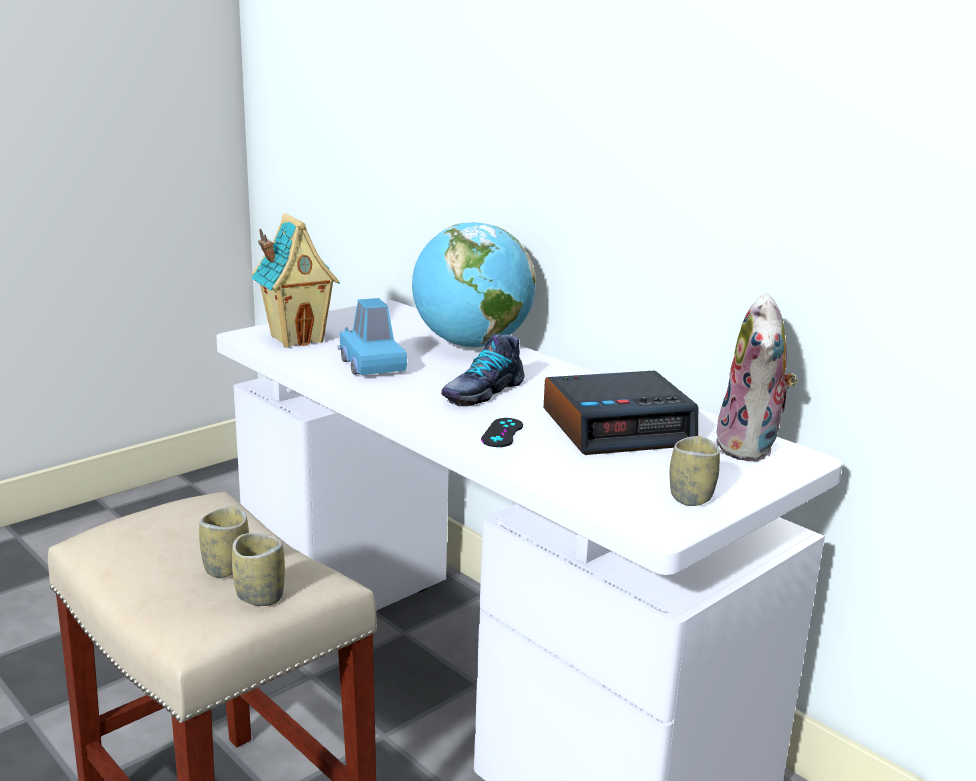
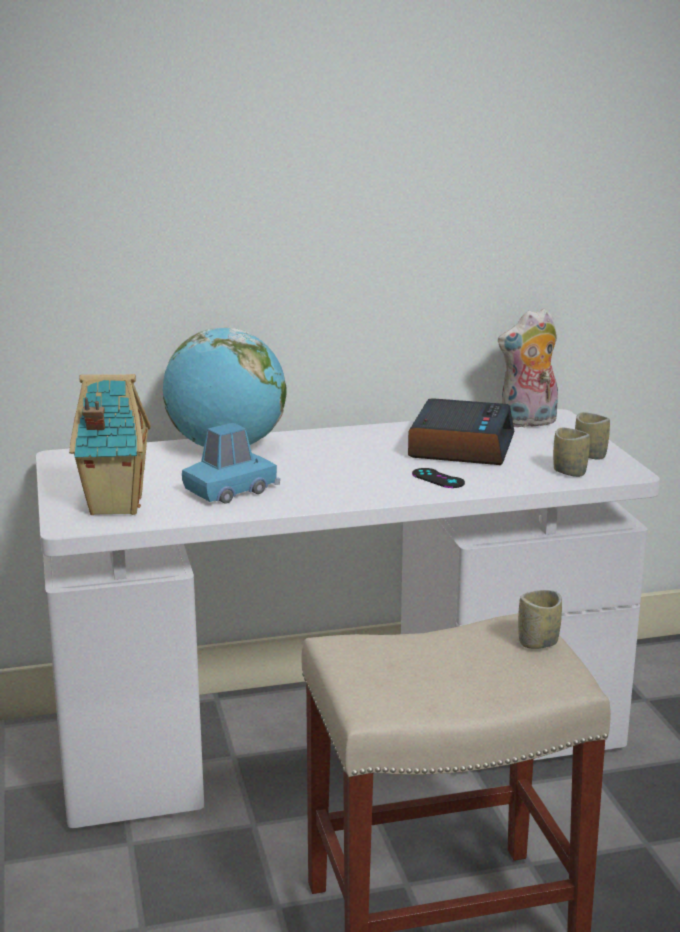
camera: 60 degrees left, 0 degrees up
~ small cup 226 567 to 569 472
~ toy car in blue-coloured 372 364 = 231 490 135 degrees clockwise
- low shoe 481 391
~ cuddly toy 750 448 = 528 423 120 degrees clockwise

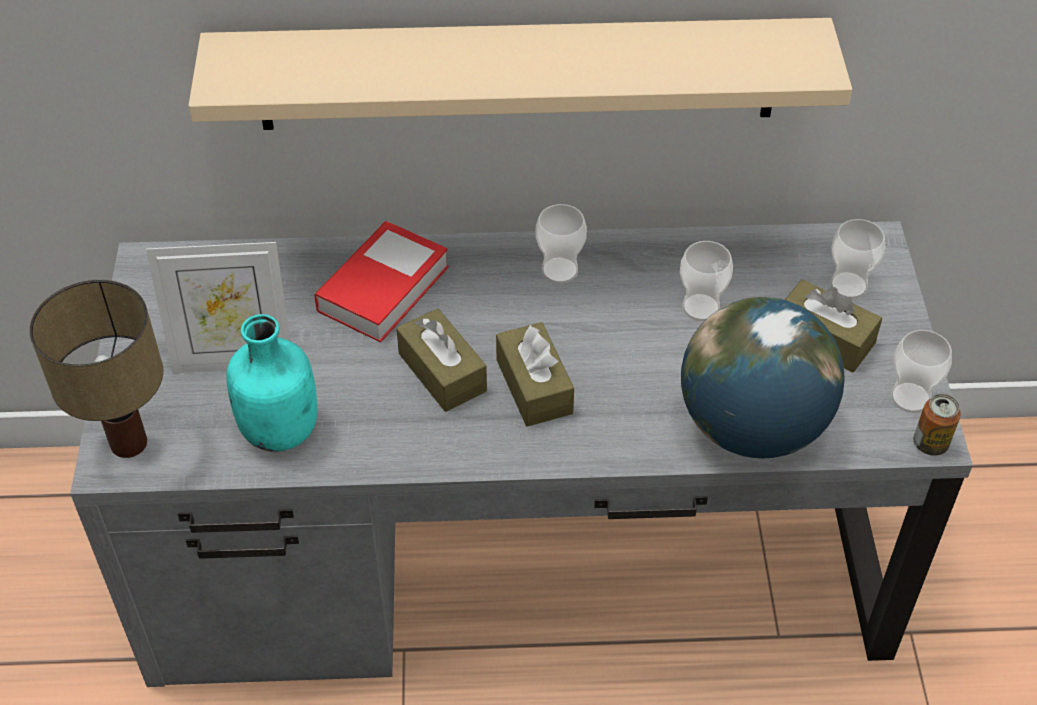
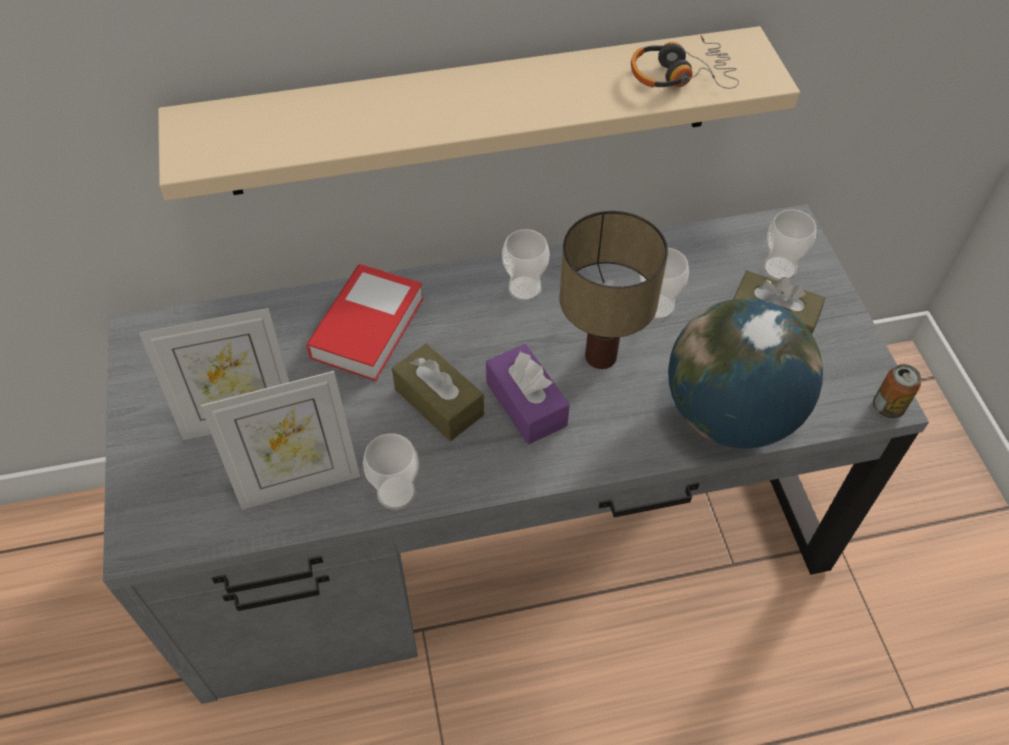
camera: 10 degrees left, 5 degrees up
~ tabletop lamp 131 444 to 602 356
~ beverage bottle in turquoise 281 429 to photo frame 299 482
~ tissue holder in brownish 534 386 to tissue holder in purple 526 404
~ small cup 910 398 to 396 492
+ pair of headphones 680 75

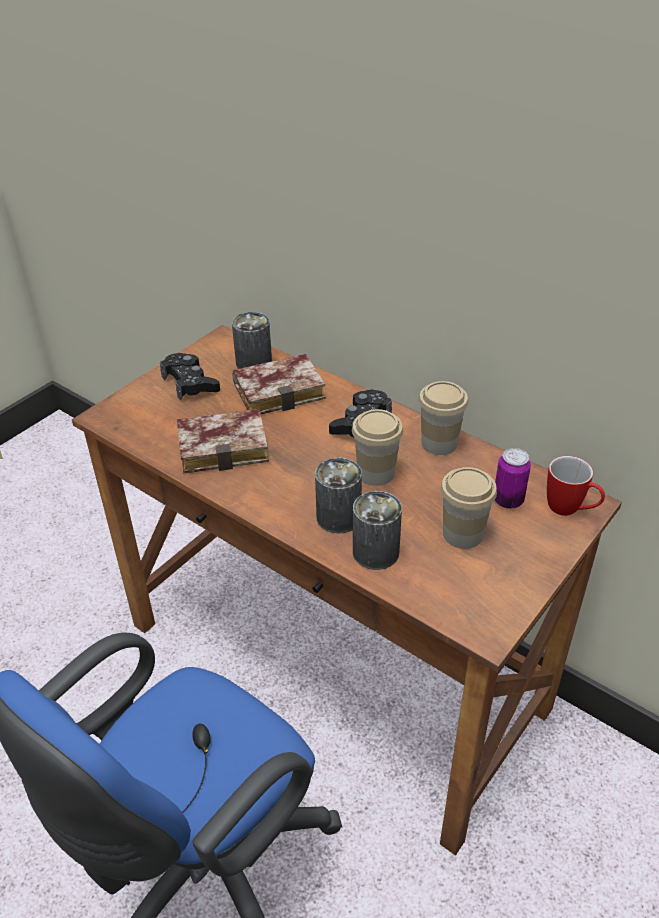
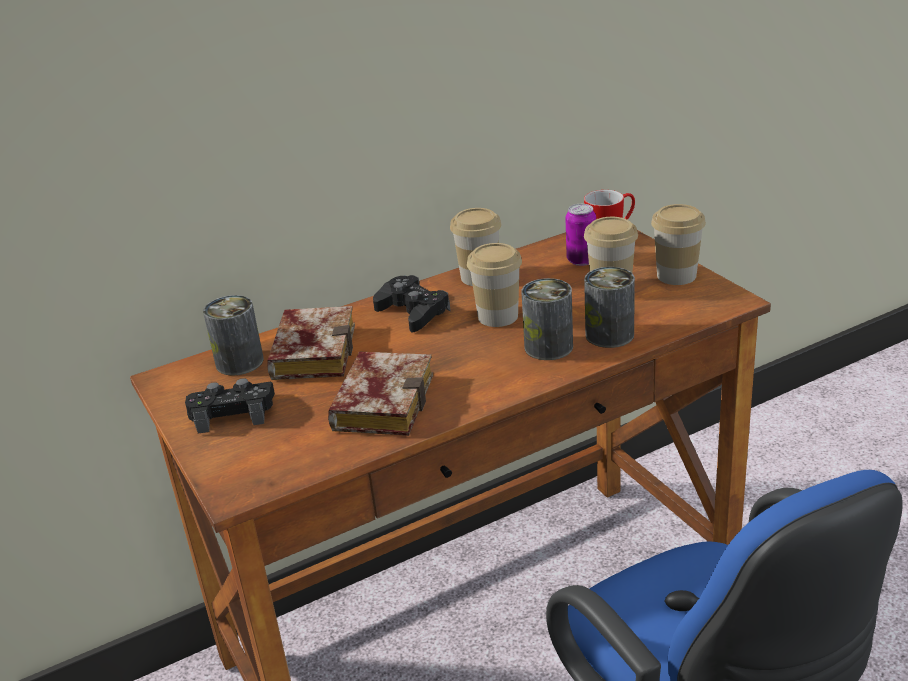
camera: 65 degrees left, 10 degrees down
+ small cup 676 275

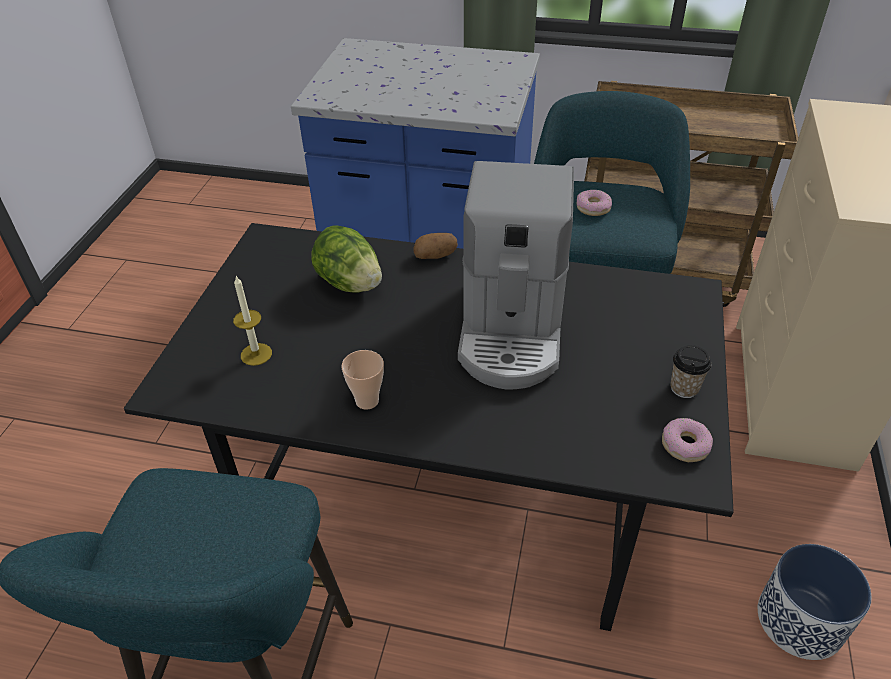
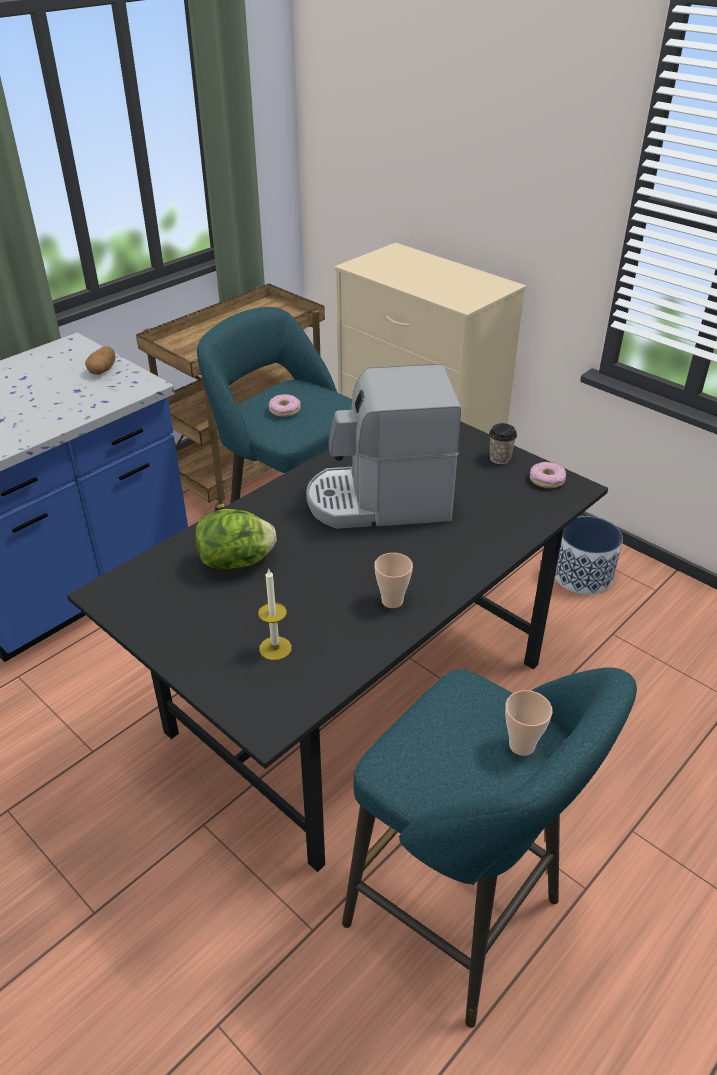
camera: 60 degrees left, 5 degrees down
~ potato 435 255 to 103 370
~ coffee maker 512 330 = 380 502 135 degrees clockwise
+ small cup 521 745

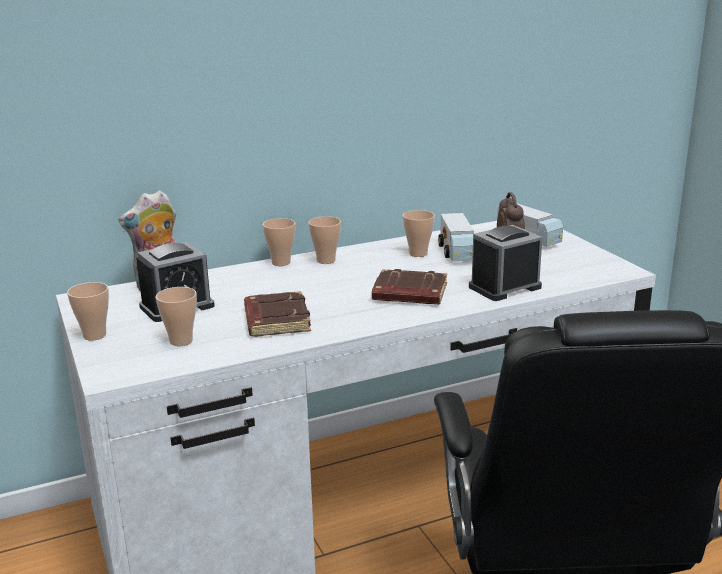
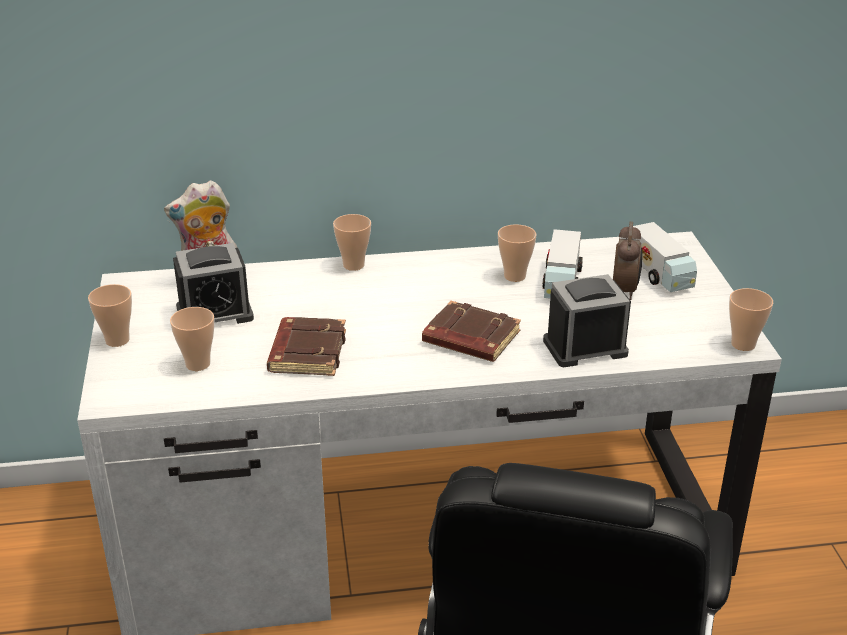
camera: 15 degrees right, 10 degrees up
~ small cup 326 260 to 743 344

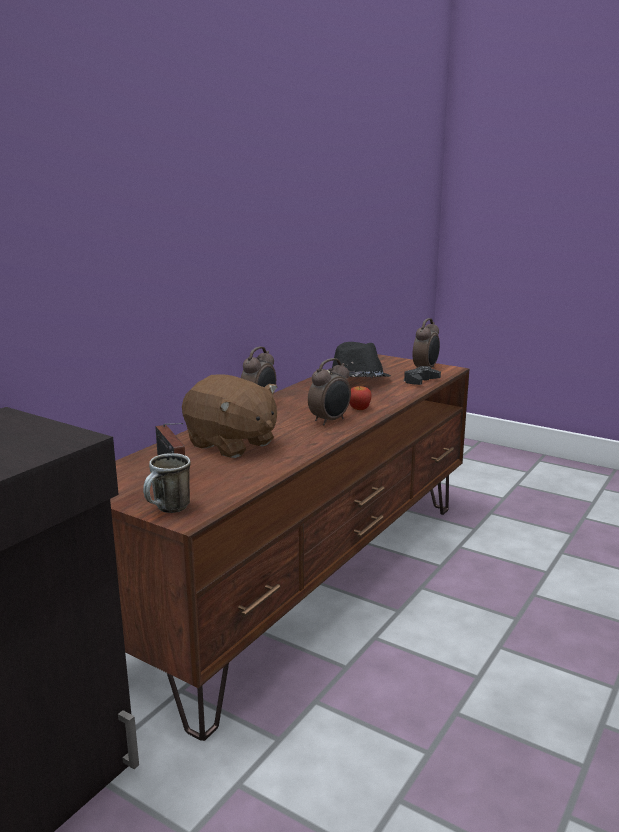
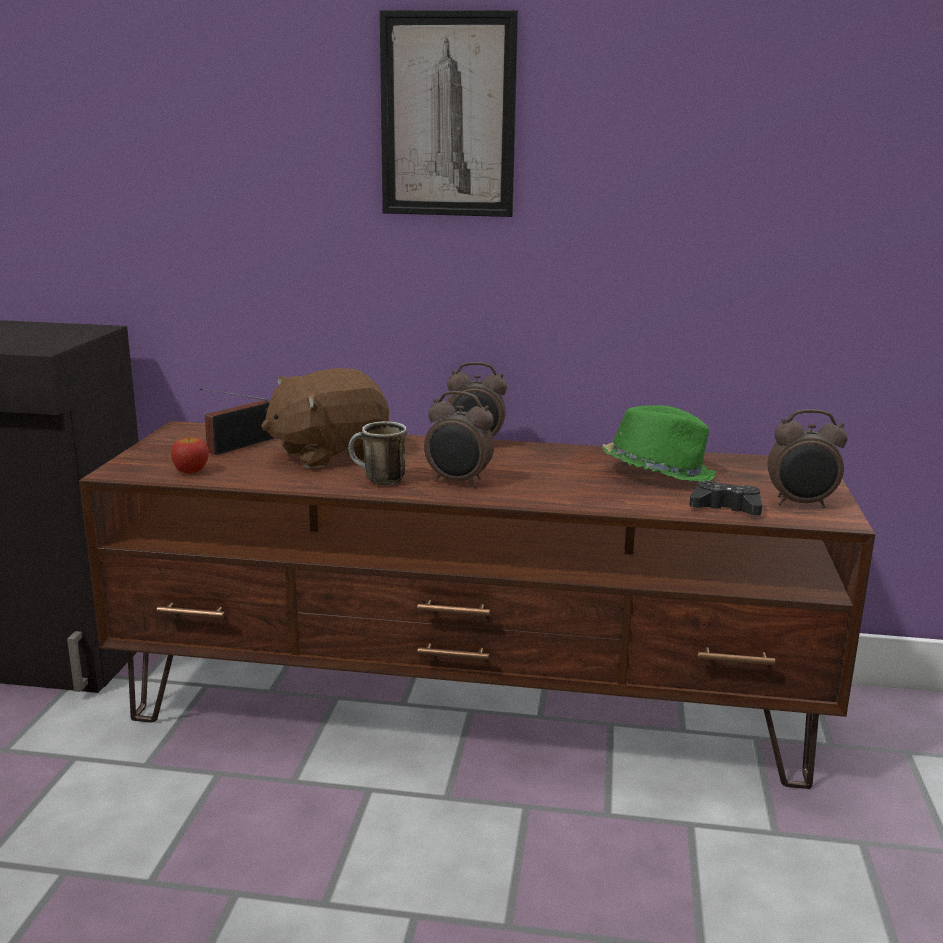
camera: 65 degrees right, 0 degrees up
~ coffee mug 169 510 to 377 480
~ cuddly toy in brownish 231 444 = 328 454 45 degrees clockwise
~ wearable hat in black-coloured 357 381 to wearable hat in green-coloured 657 472
~ apple fruit 359 408 to 191 471
+ wall art 448 115

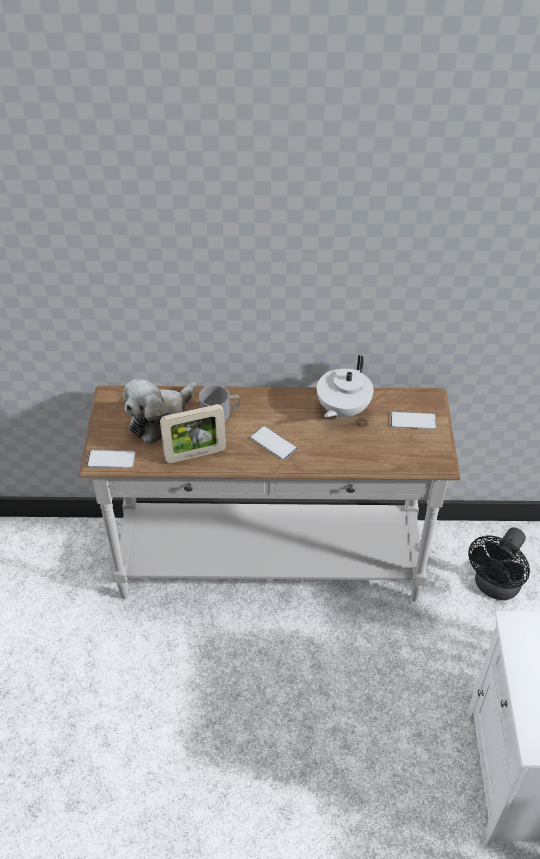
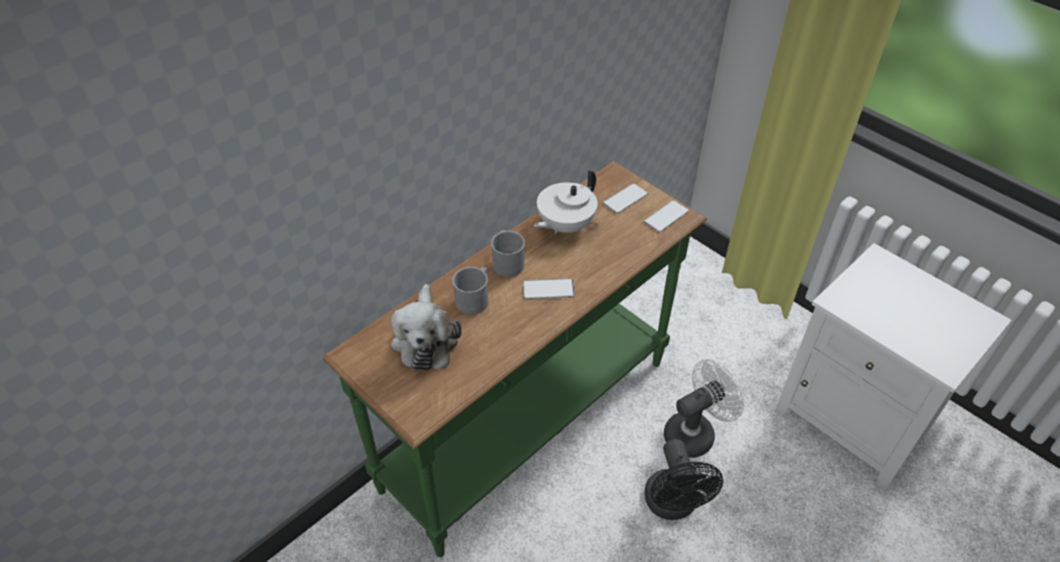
camera: 45 degrees left, 0 degrees up
~ console table in white-coloured 270 566 to console table in green-coloured 529 426
~ handset 111 459 to 666 216
- photo frame 195 454
~ teapot in white-coloured 342 409 = 564 225 60 degrees clockwise
~ cooling fan in black-coloured 494 587 to 673 505
+ coffee mug in greyish 507 261
+ cooling fan in white-coloured 695 432

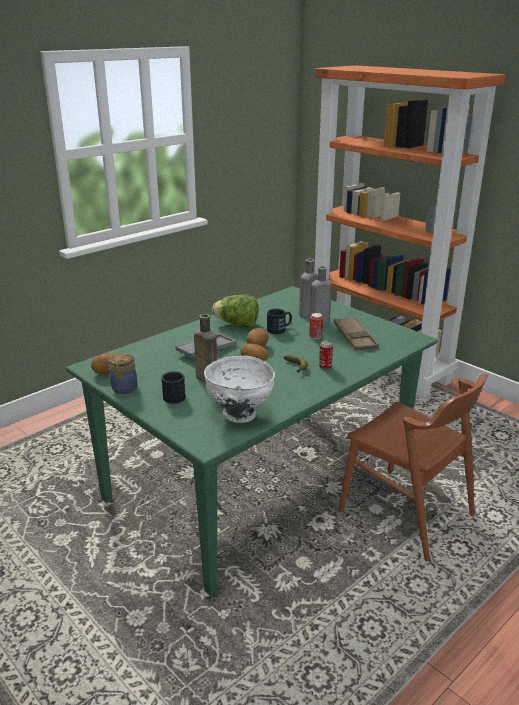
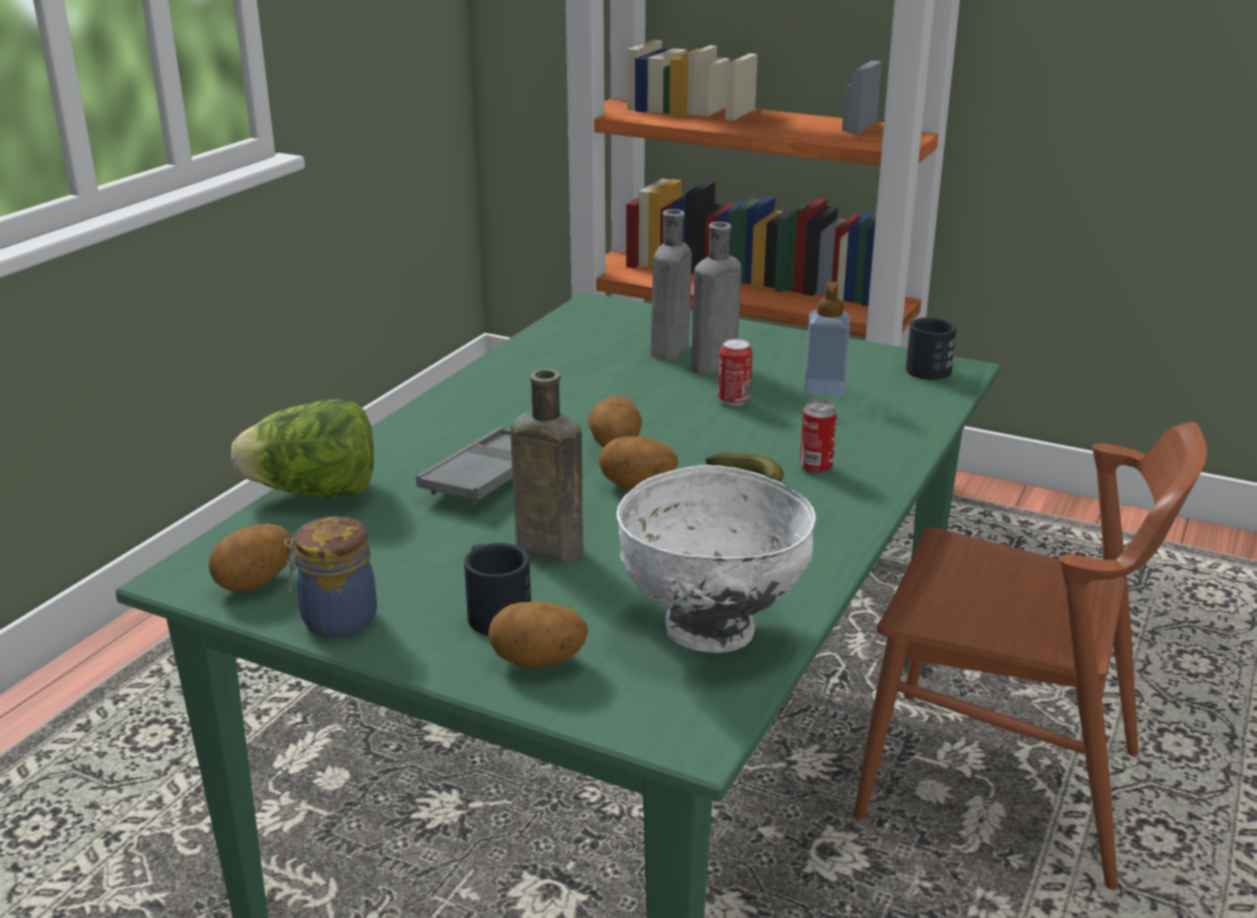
camera: 20 degrees left, 0 degrees up
~ lettuce 237 325 to 315 493
~ coffee mug in black-coloured 279 329 to 933 367
~ carrying tray in brownish 355 338 to soap dispenser 824 388
+ potato 538 663

